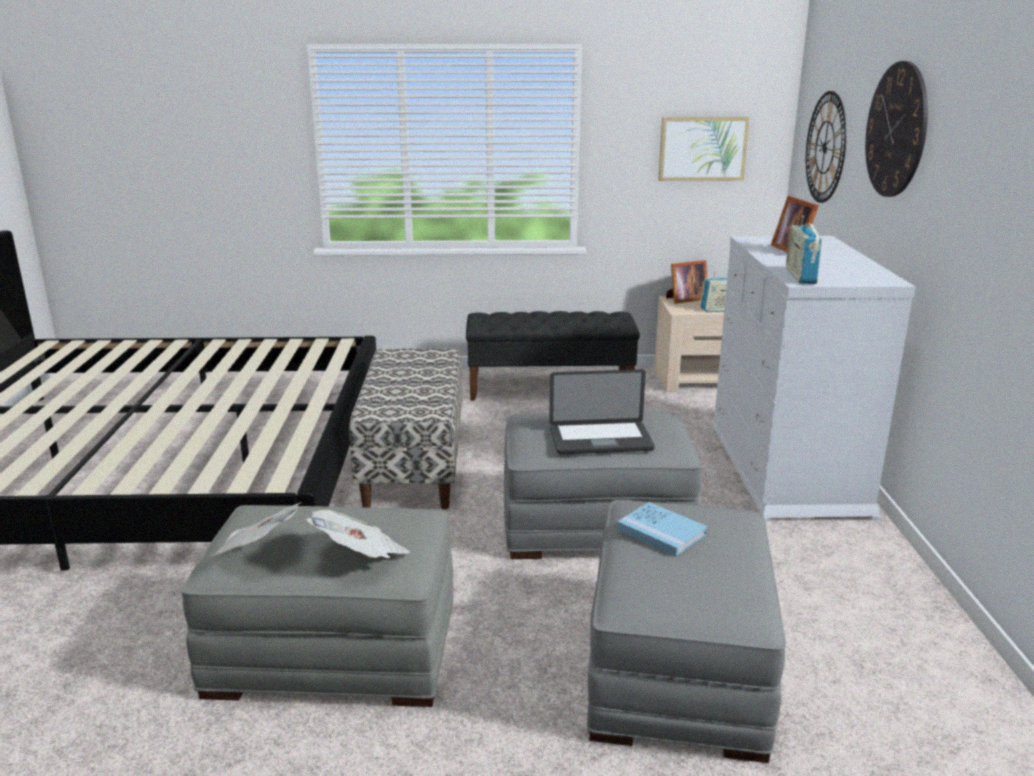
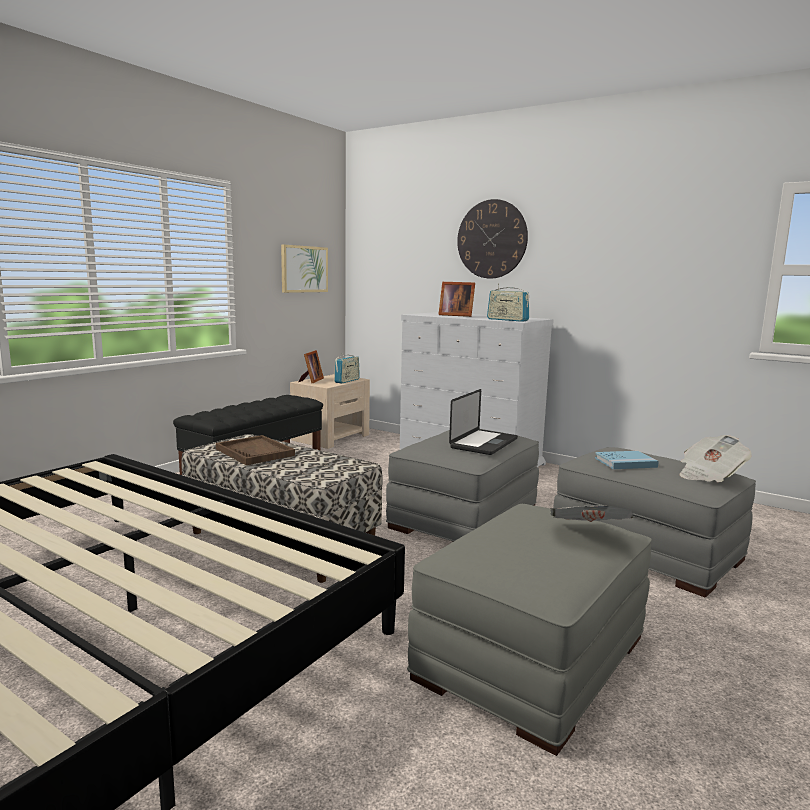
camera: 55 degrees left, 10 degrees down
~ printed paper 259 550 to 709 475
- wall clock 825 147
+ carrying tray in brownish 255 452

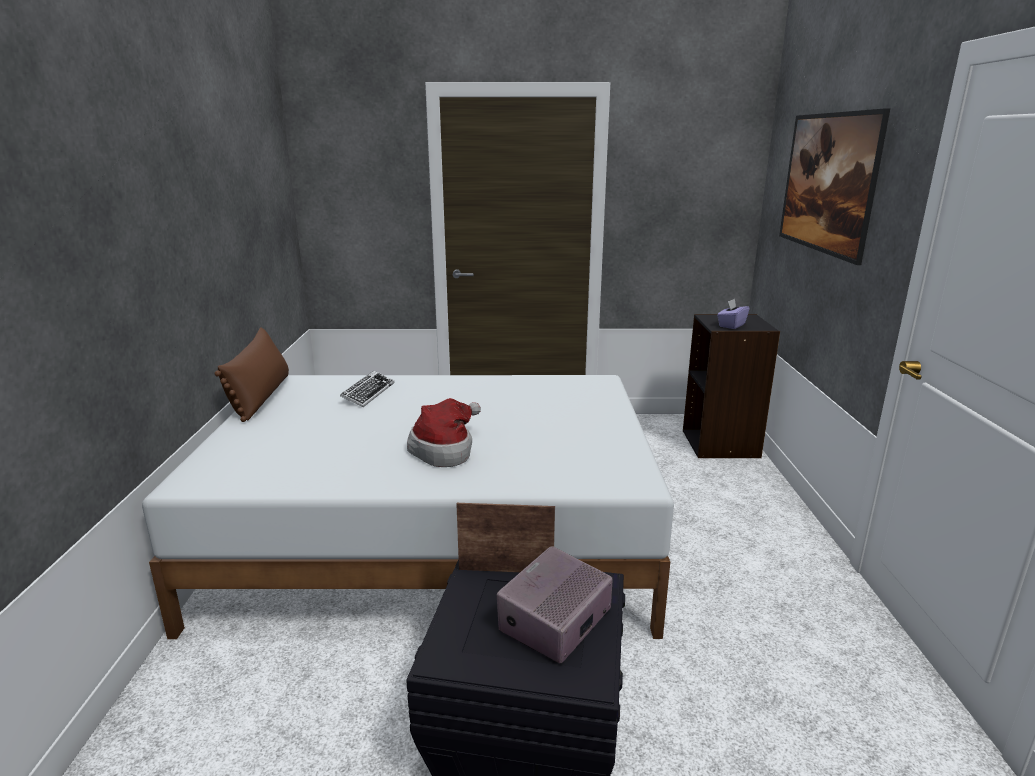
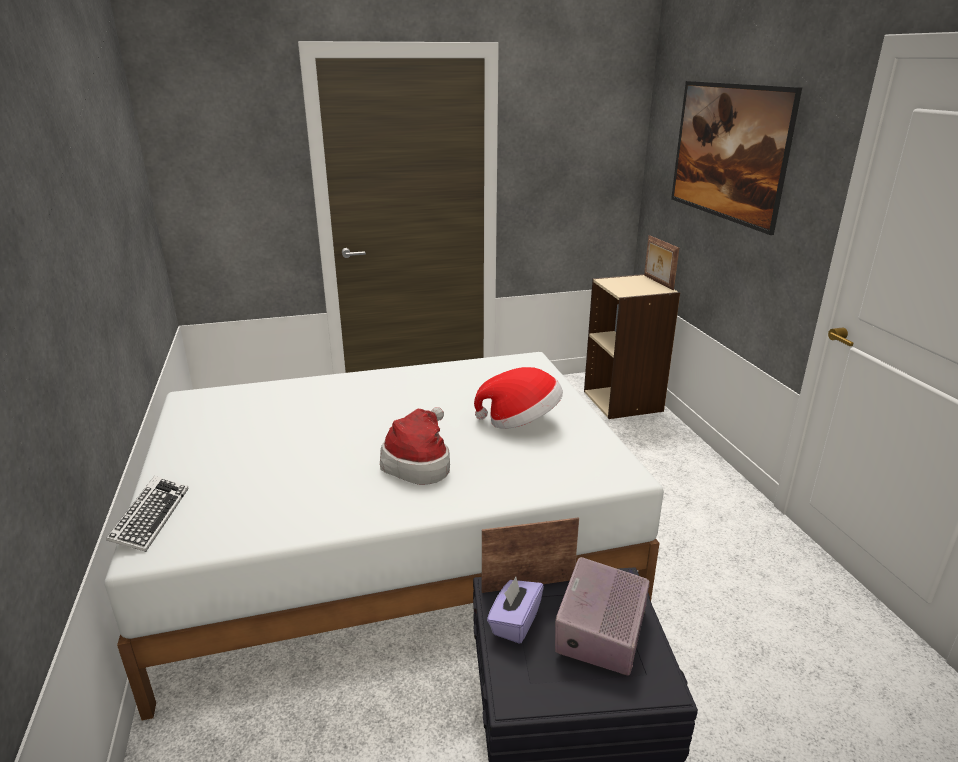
camera: 15 degrees left, 5 degrees up
- pillow in brownish 261 397
~ keyboard 368 393 to 151 518
~ shelving unit in black-coloured 721 444 to shelving unit in sand-coloured 623 401
~ tissue holder in purple 731 325 to 514 622
+ wearable hat 521 421
+ photo frame 657 282

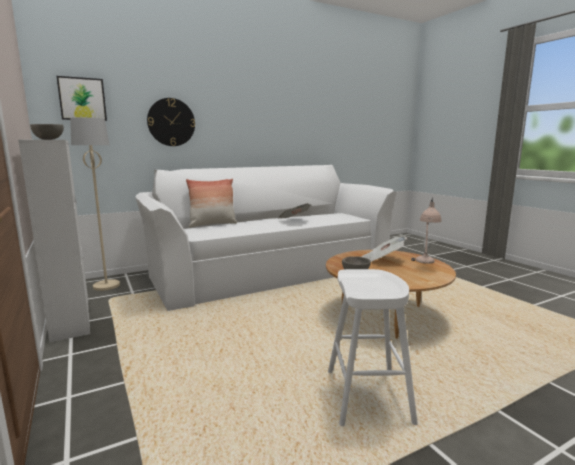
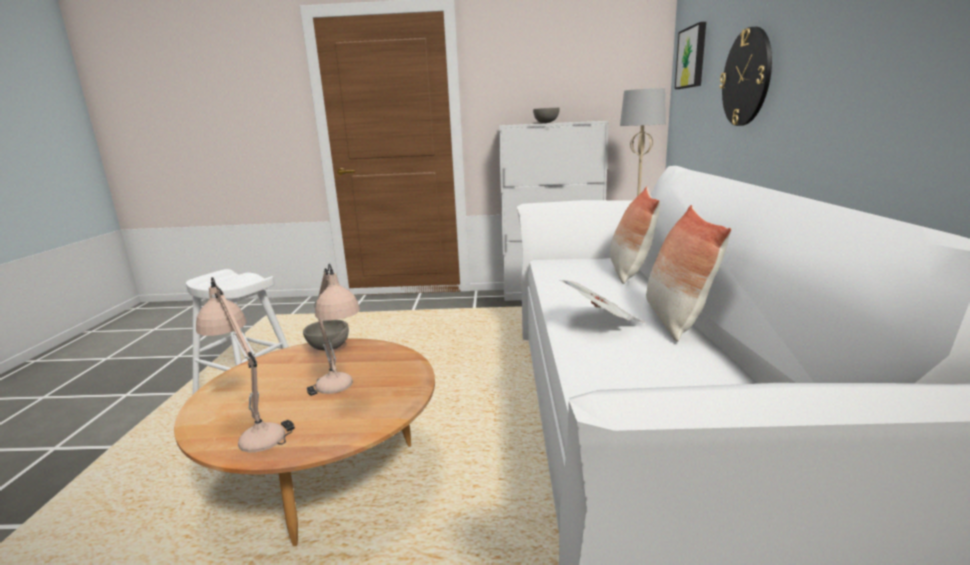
camera: 120 degrees right, 5 degrees up
~ printed paper 382 260 to tabletop lamp in sand-coloured 340 392
+ pillow 675 320

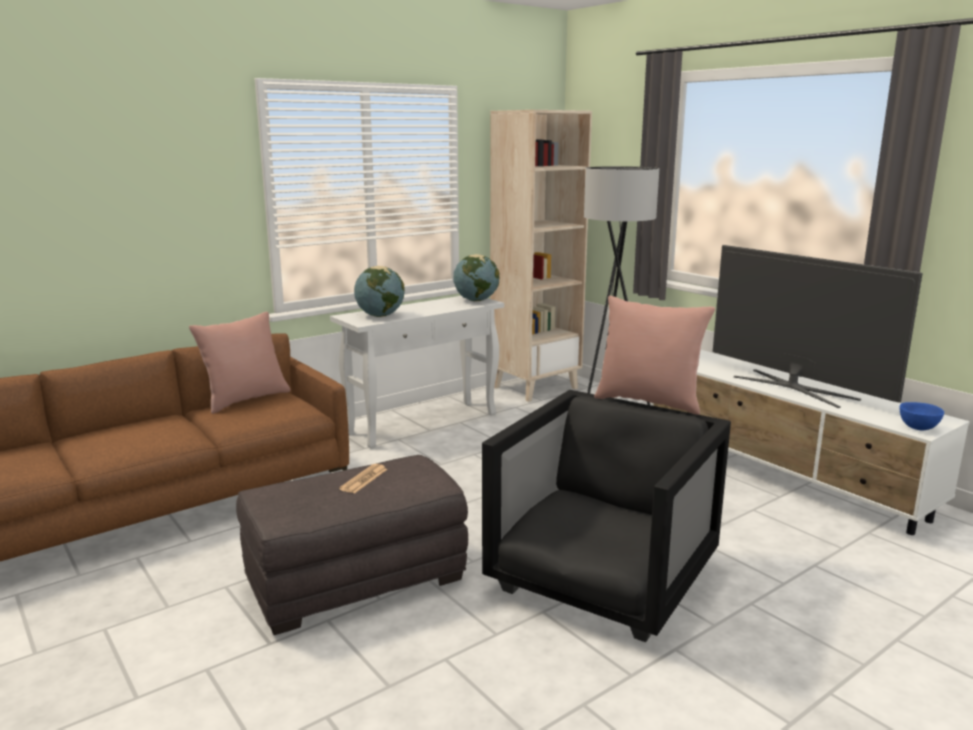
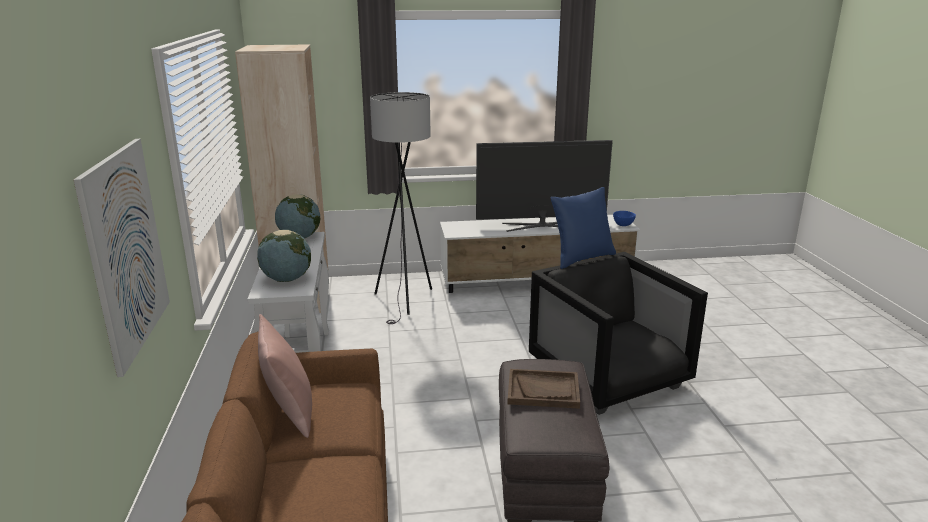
camera: 60 degrees left, 5 degrees up
~ printed paper 364 479 to carrying tray in brownish 543 390
~ pillow in pink 649 402 to pillow in blue-coloured 581 258
+ wall art 126 251

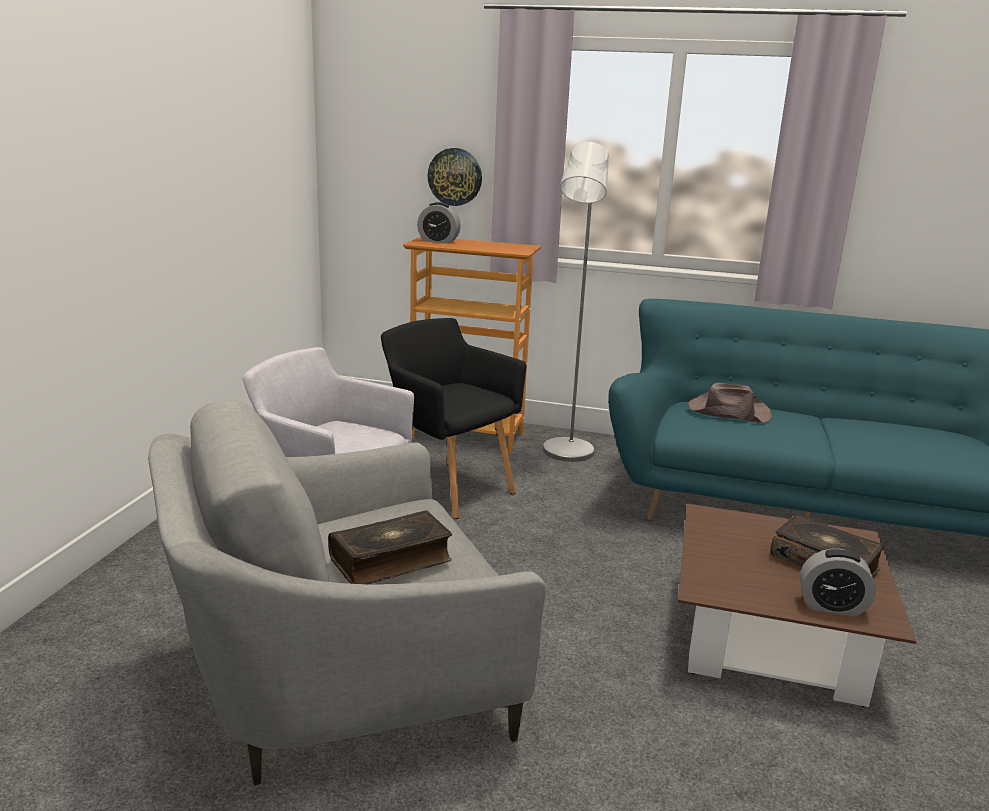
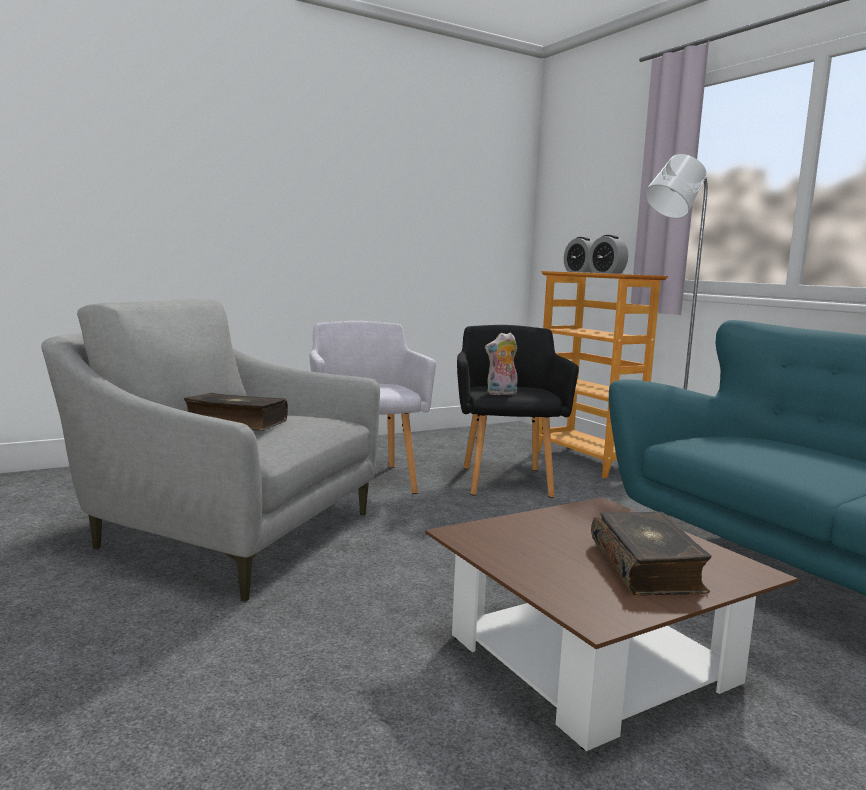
camera: 45 degrees right, 10 degrees down
- wall clock 455 177
- wearable hat in brownish 728 412
~ alarm clock 832 606 to 606 273
+ cuddly toy 501 394

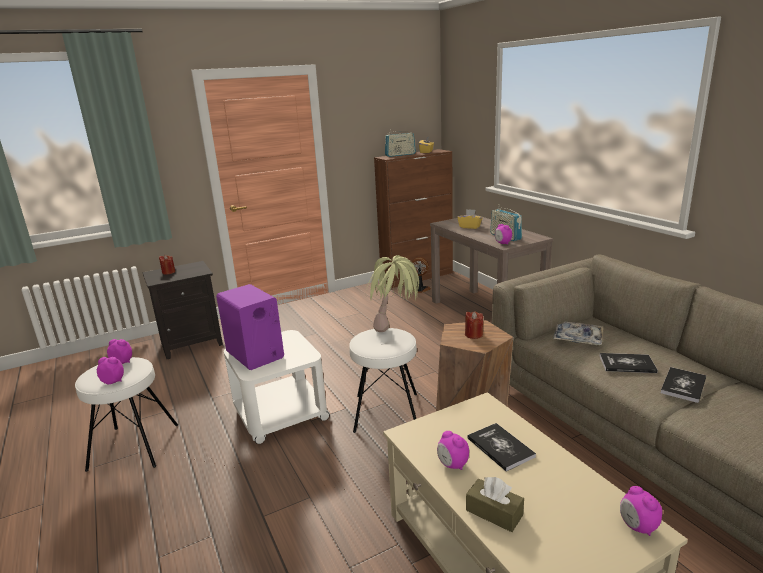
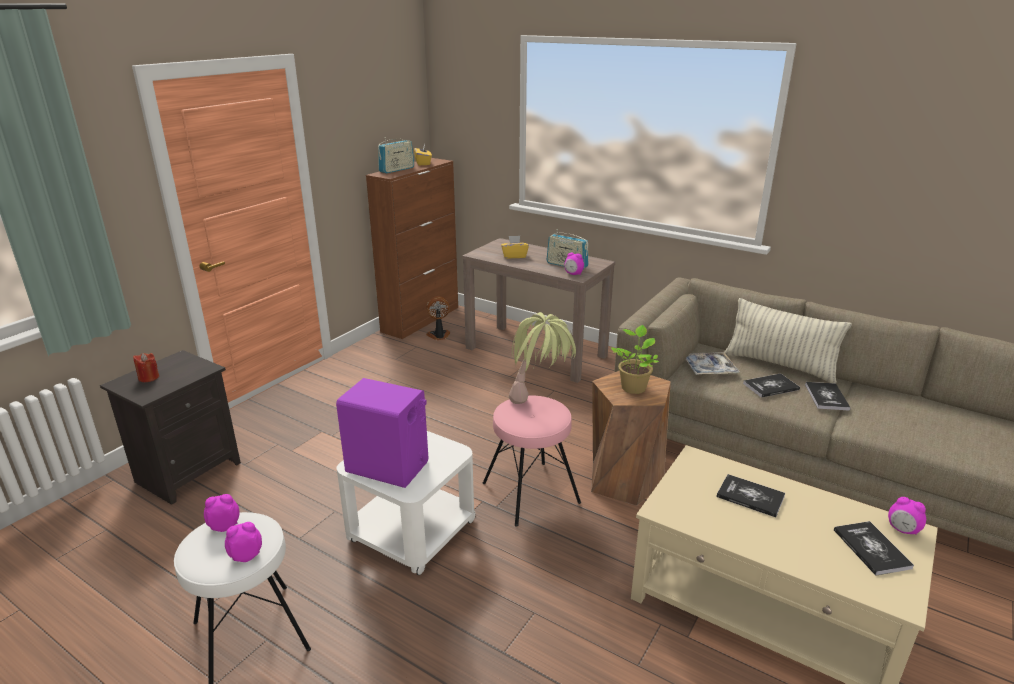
camera: 30 degrees left, 5 degrees up
~ stool in white-coloured 386 412 to stool in pink 530 493
- alarm clock 452 465
~ wax light in red-coloured 473 334 to houseplant 633 387
- tissue holder in brownish 494 512
+ pillow 779 365
+ bound book 871 549

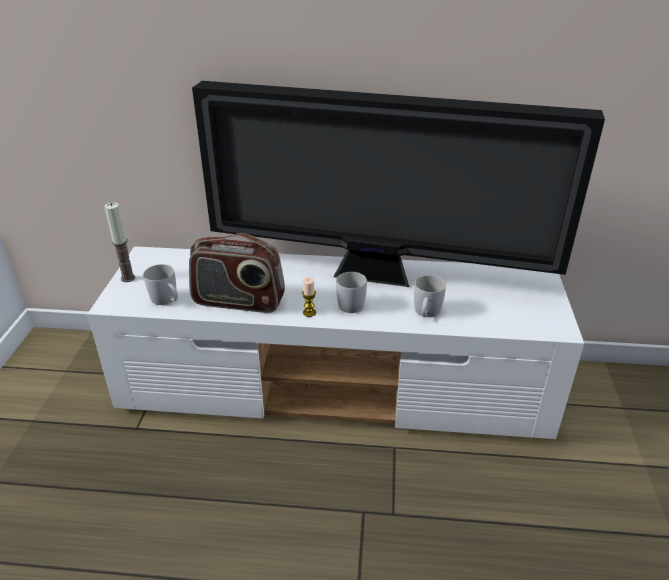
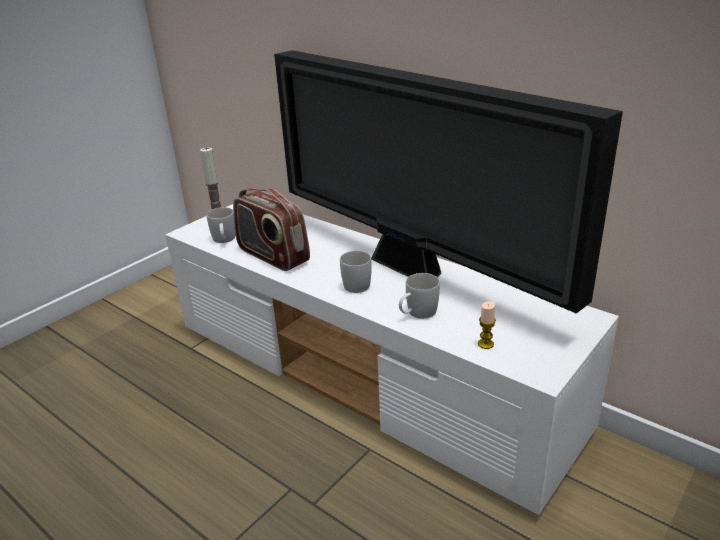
camera: 35 degrees right, 5 degrees down
~ wax light 309 312 to 485 344

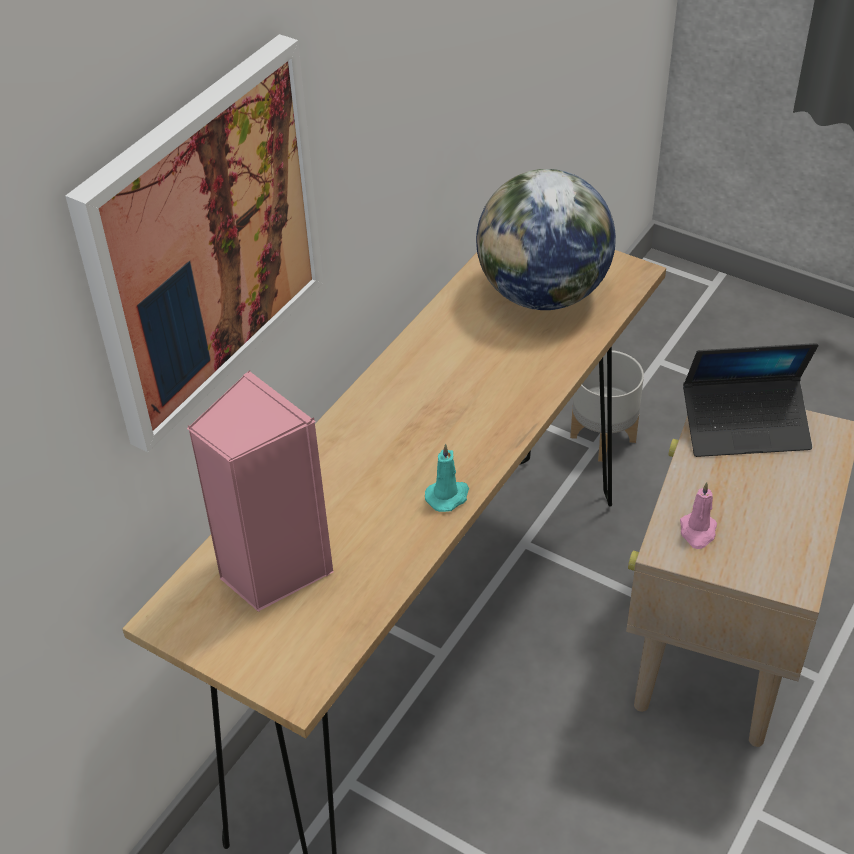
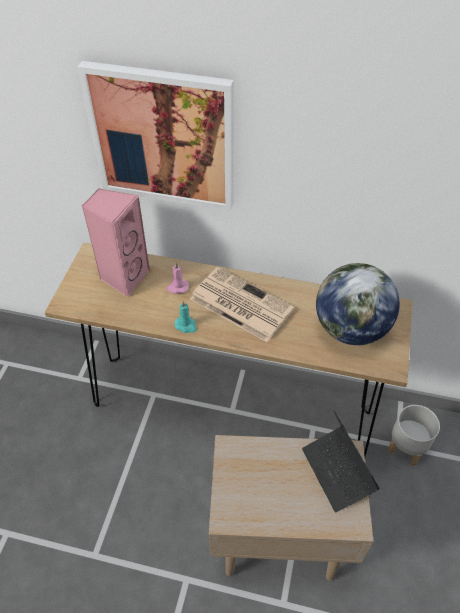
camera: 70 degrees right, 5 degrees up
~ wax light in pink 697 532 to 177 287
+ printed paper 239 304

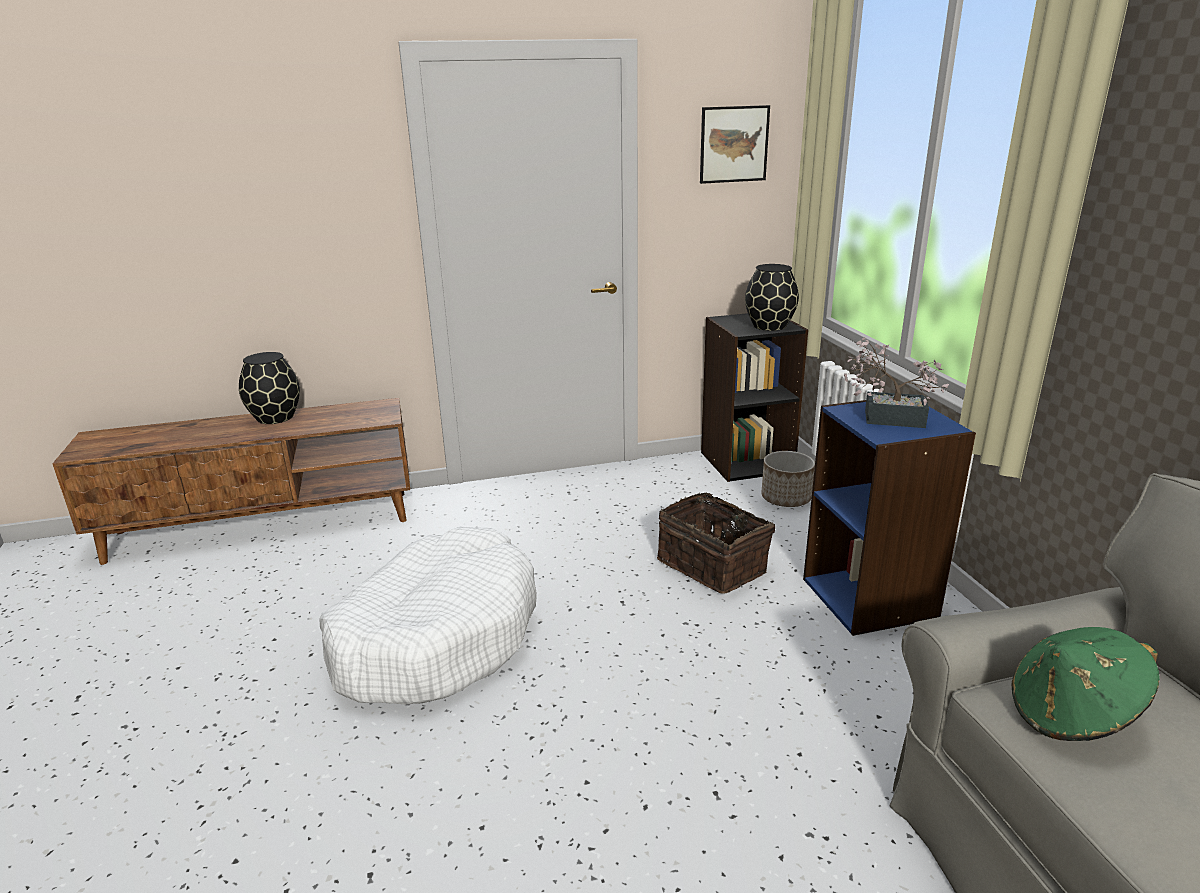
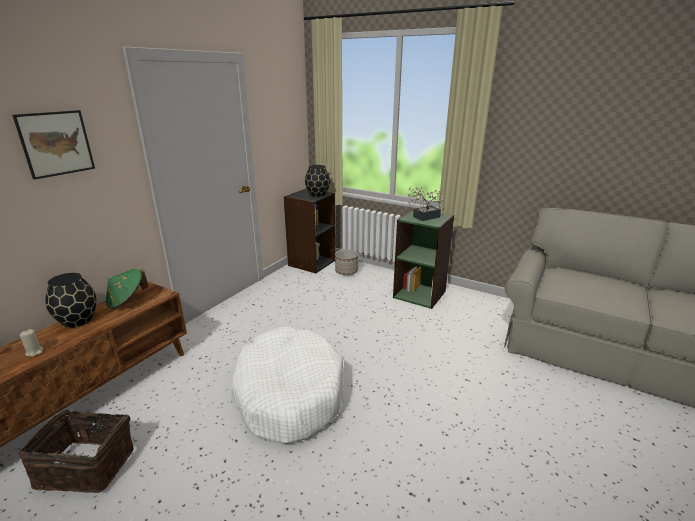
camera: 45 degrees left, 0 degrees up
~ household basket 714 565 to 88 465
~ wall art 734 144 to 56 143
~ shelving unit in blue-coloured 870 598 to shelving unit in green-coloured 419 294
~ wearable hat in green-coloured 1072 714 to 127 300
+ wax light in sand-coloured 34 352

